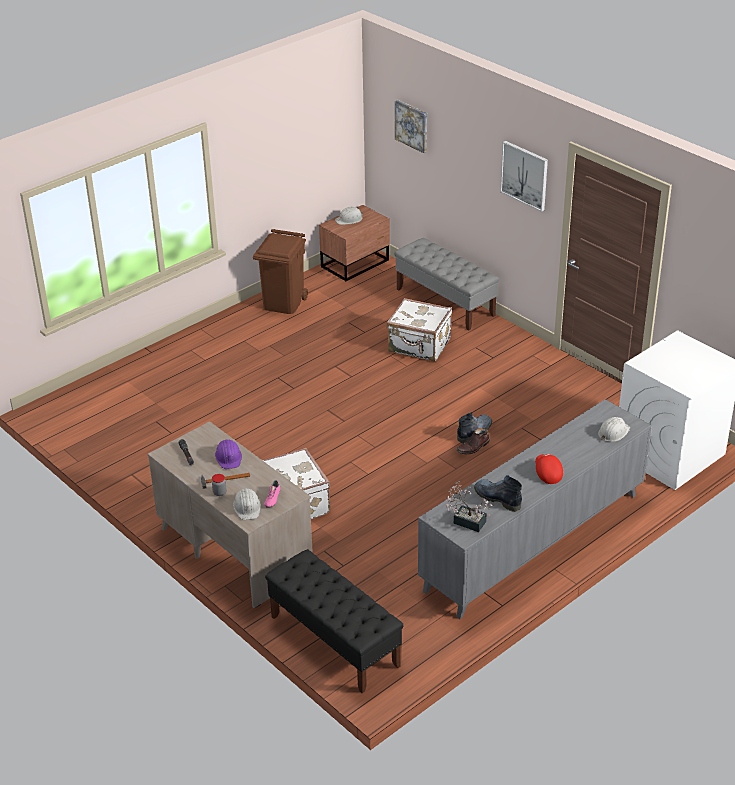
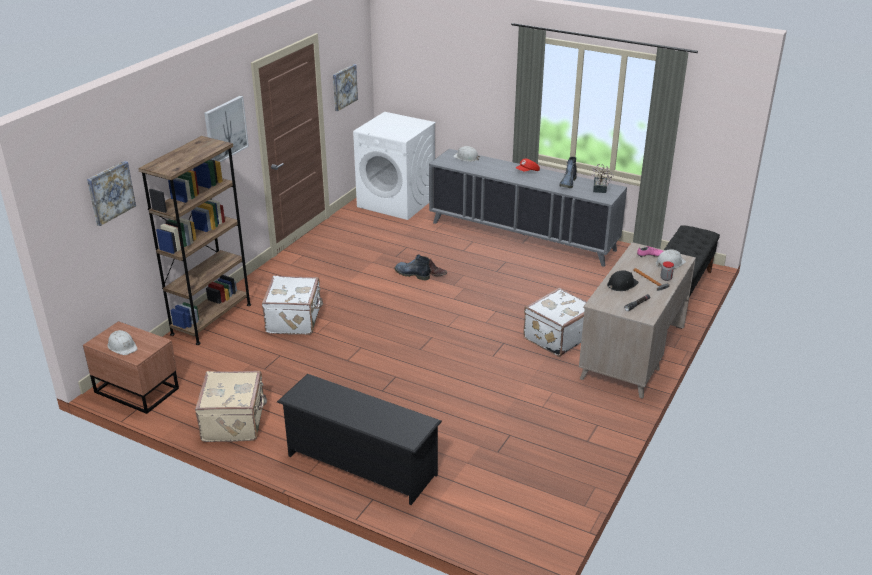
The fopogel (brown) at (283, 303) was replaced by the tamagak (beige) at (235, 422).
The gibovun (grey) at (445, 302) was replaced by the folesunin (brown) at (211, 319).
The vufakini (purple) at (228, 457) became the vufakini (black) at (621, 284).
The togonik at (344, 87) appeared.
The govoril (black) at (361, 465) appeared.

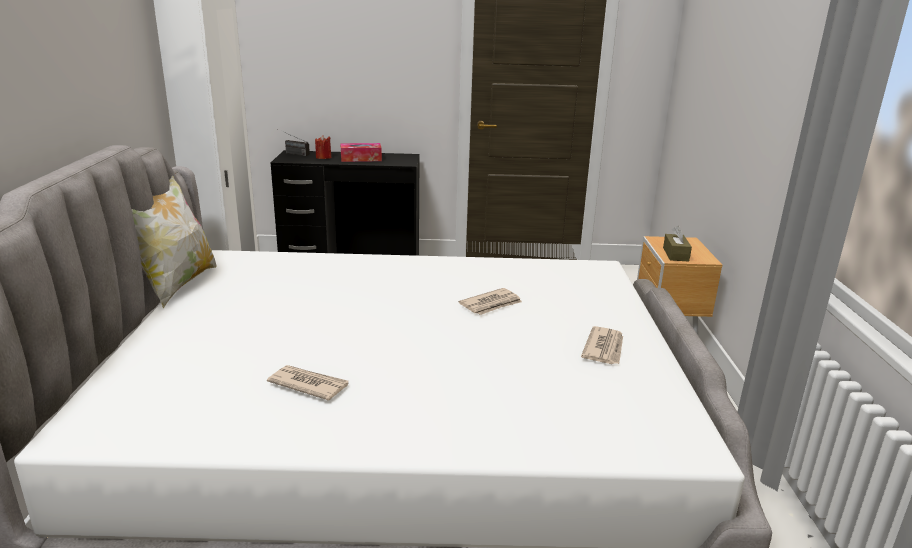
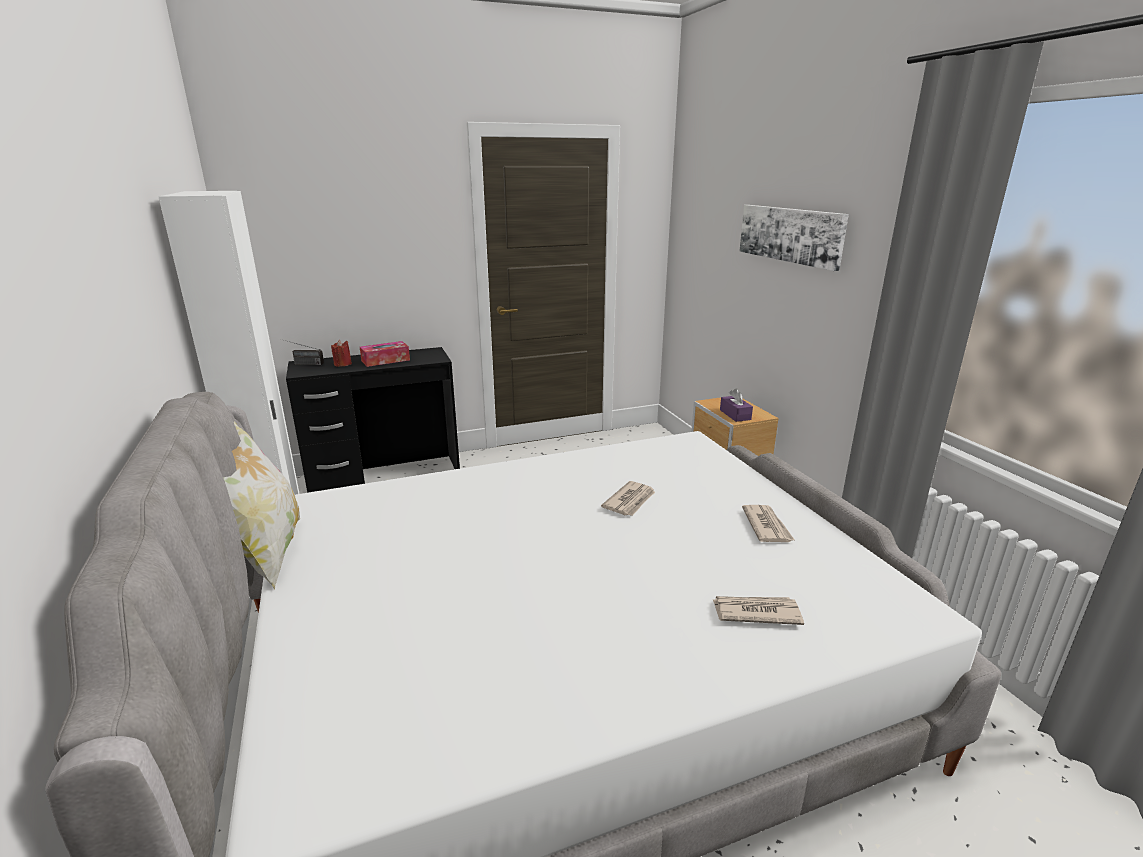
The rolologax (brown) at (675, 254) became the rolologax (purple) at (735, 415).
The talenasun moved from (308, 384) to (755, 612).
The togonik at (790, 234) appeared.

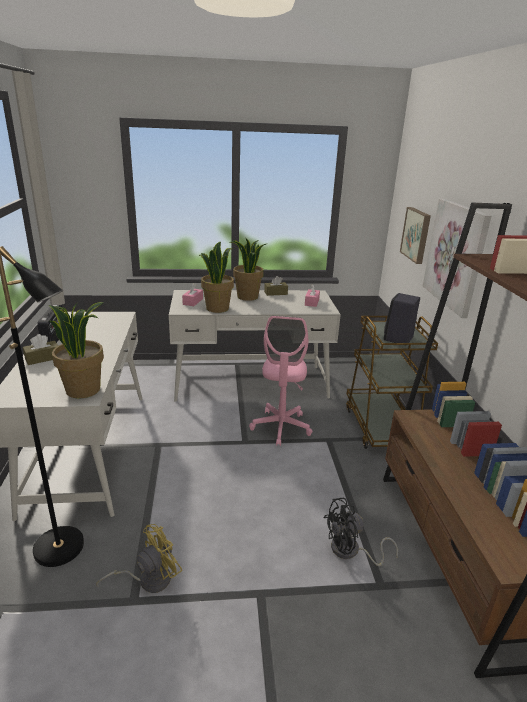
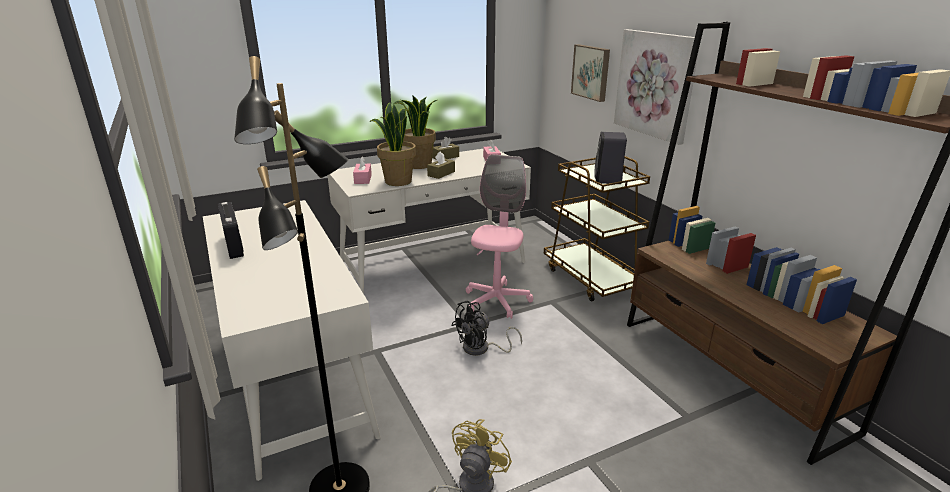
The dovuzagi at (84, 389) disappeared.
The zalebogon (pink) at (281, 427) turned 150 degrees counterclockwise.
The rolologax (brown) moved from (42, 358) to (441, 174).
The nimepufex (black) moved from (351, 551) to (481, 349).

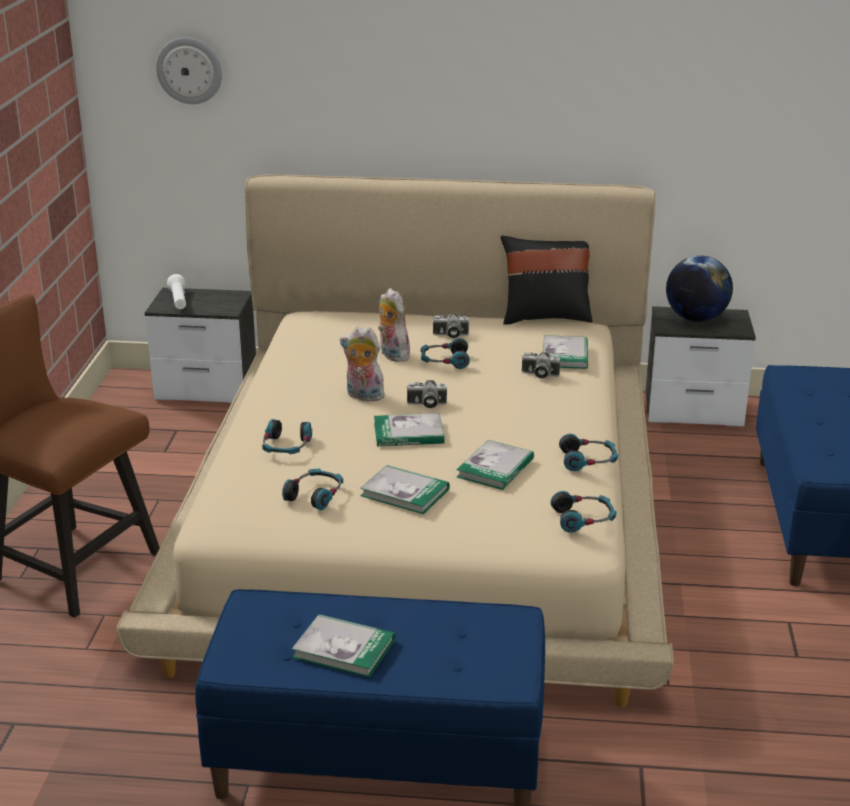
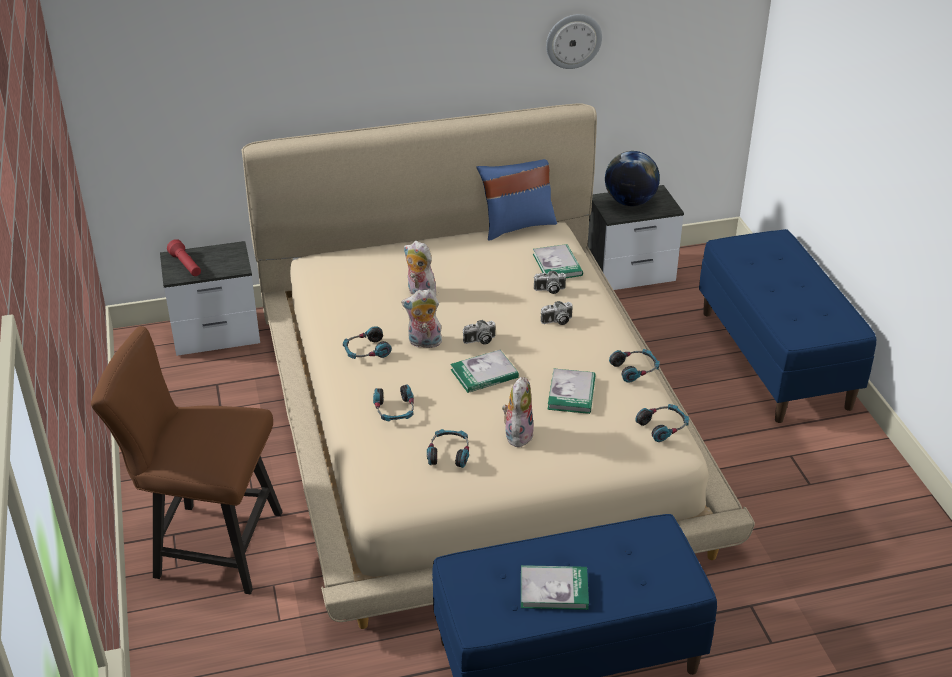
The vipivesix moved from (189, 70) to (573, 41).
The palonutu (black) at (545, 317) became the palonutu (blue) at (516, 225).
The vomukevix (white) at (178, 301) became the vomukevix (red) at (186, 266).
The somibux moved from (450, 335) to (557, 321).
The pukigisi moved from (444, 361) to (366, 351).
The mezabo at (405, 492) was replaced by the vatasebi at (517, 434).

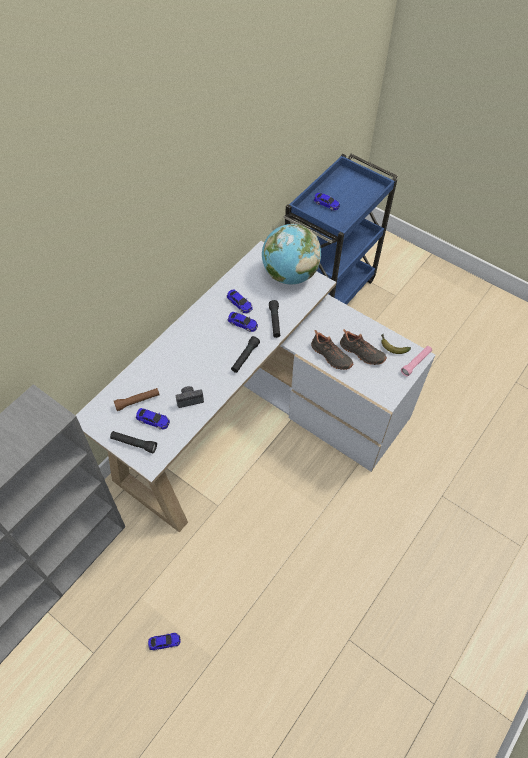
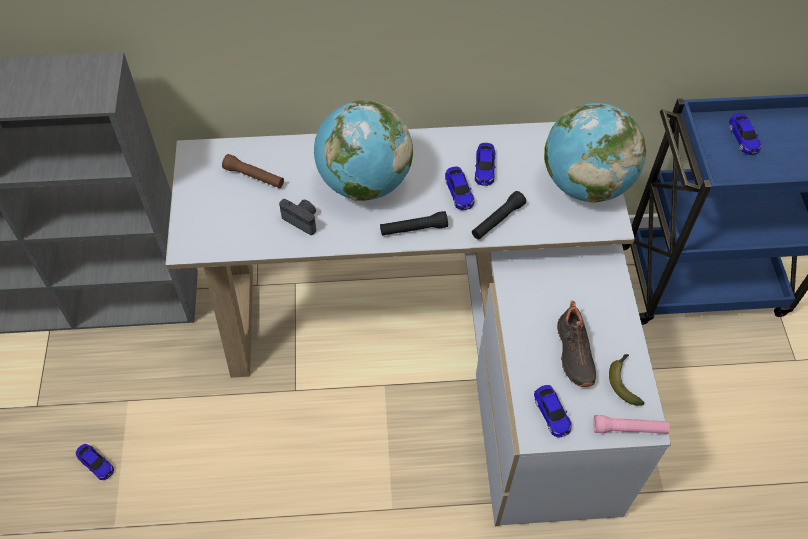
The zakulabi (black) at (330, 356) disappeared.
The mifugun moved from (153, 420) to (551, 413).
The vomukevix (black) at (134, 444) disappeared.
The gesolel at (364, 183) appeared.

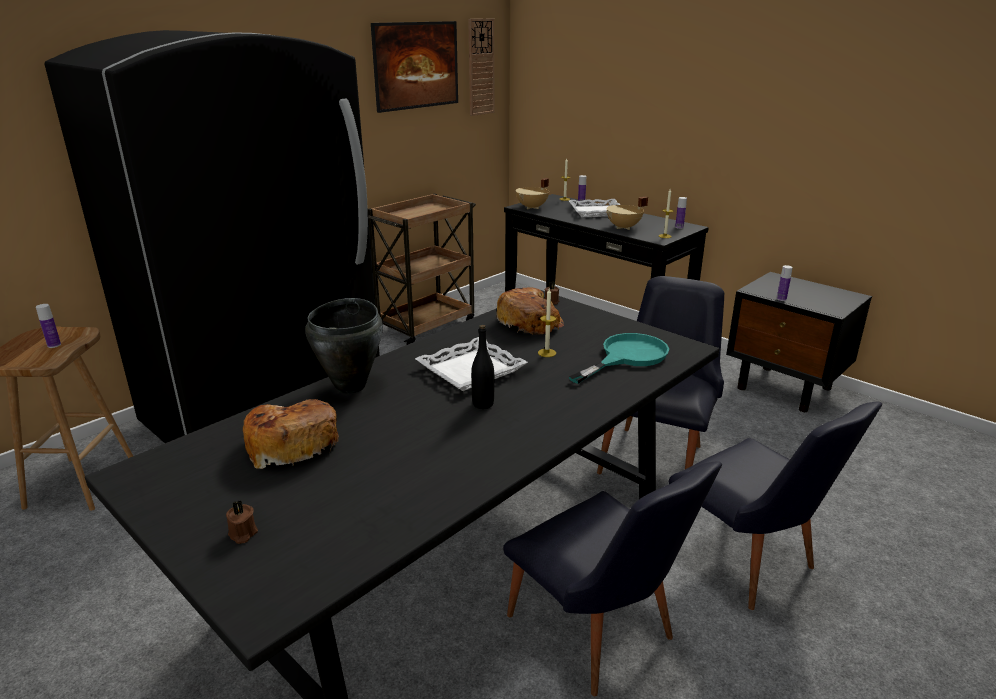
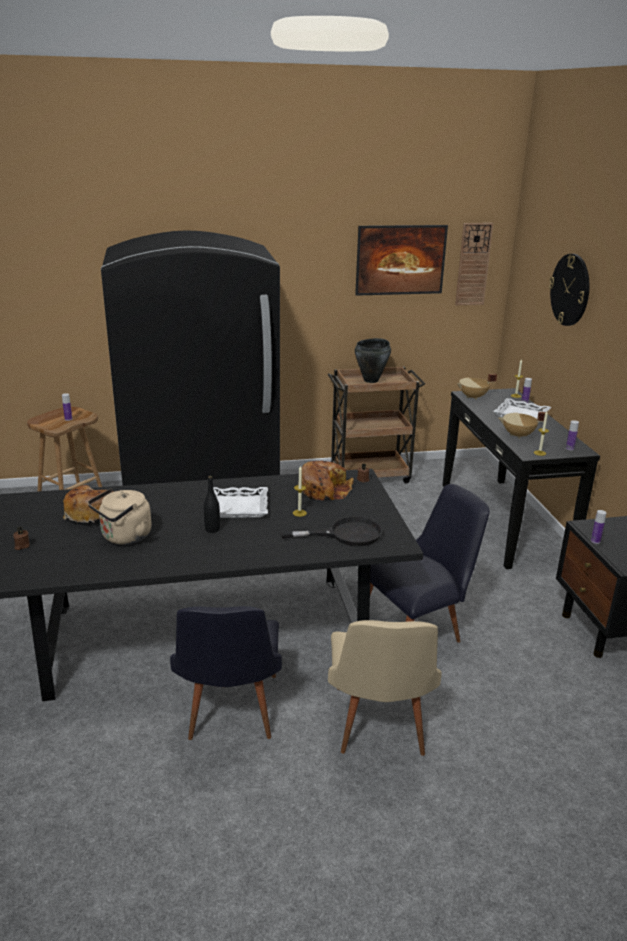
The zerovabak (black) moved from (351, 386) to (371, 380).
The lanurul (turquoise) at (626, 357) became the lanurul (black) at (345, 534).
The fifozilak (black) at (748, 564) became the fifozilak (beige) at (379, 729).
The vipivesix at (570, 290) appeared.
The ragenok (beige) at (124, 537) appeared.

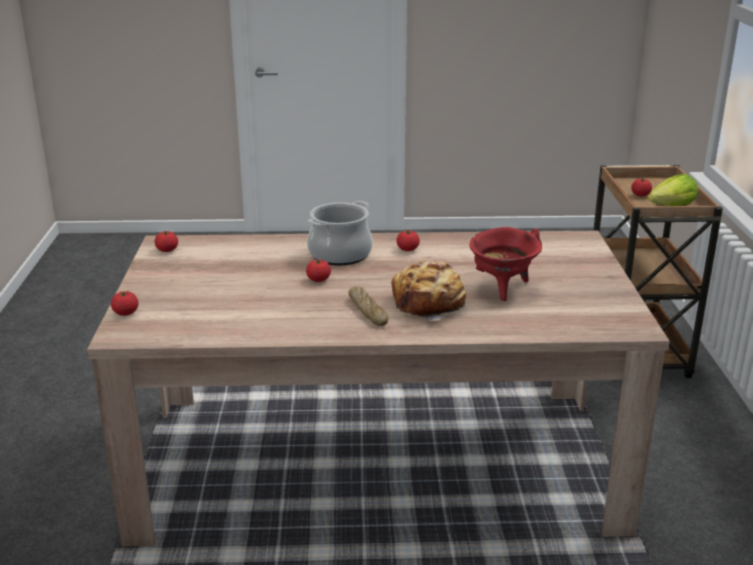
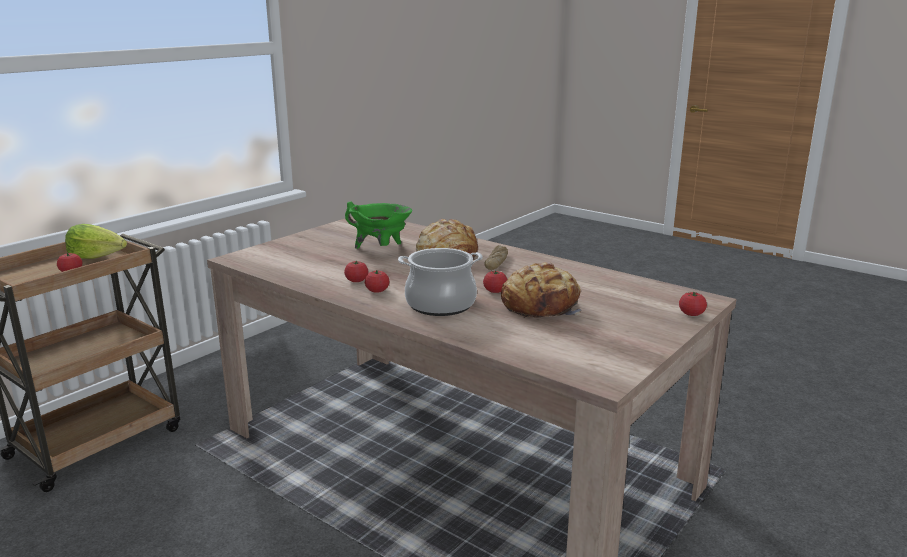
The zerovabak (red) at (502, 288) became the zerovabak (green) at (381, 249).
The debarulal moved from (167, 250) to (356, 281).
The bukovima at (541, 305) appeared.

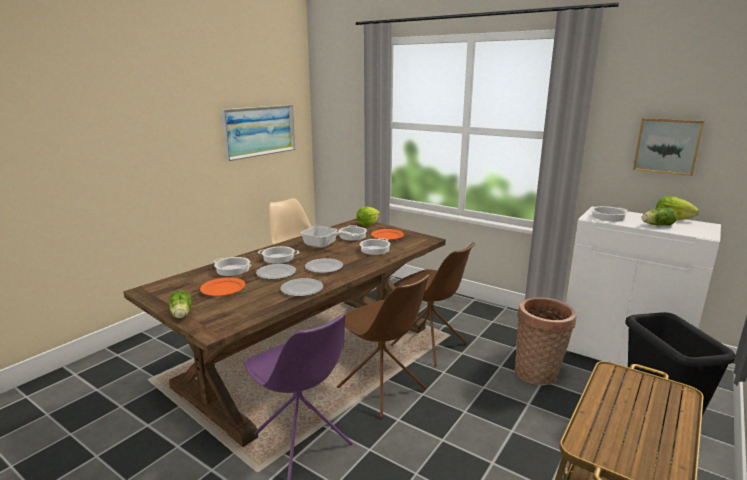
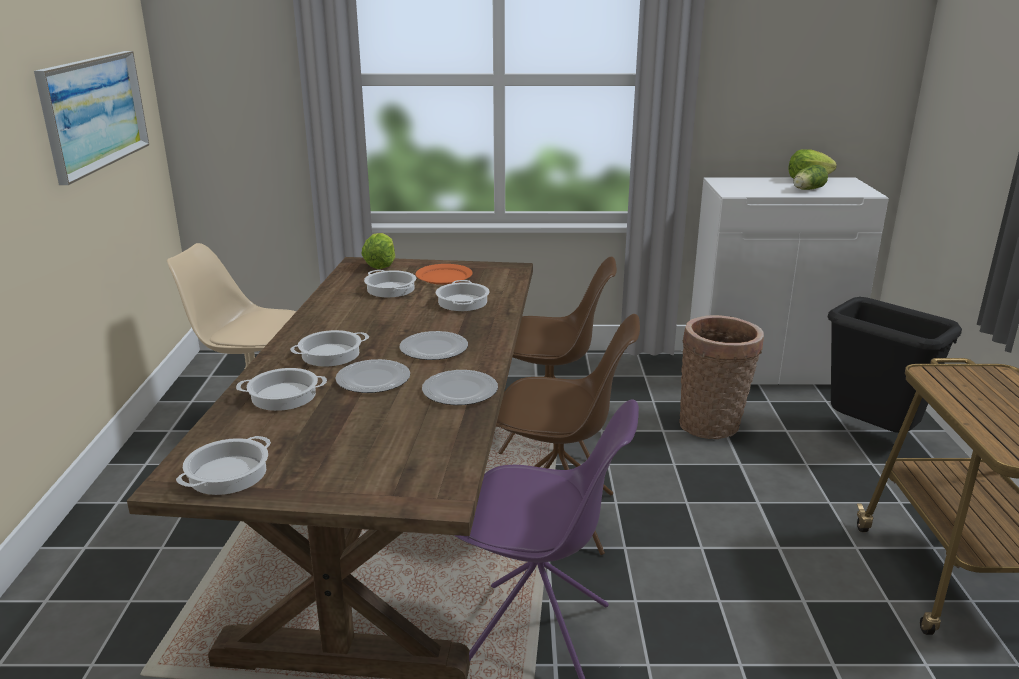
The togonik at (667, 146) disappeared.
The zerovabak moved from (608, 217) to (228, 473).
The lanurul at (323, 245) disappeared.
The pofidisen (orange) at (223, 289) disappeared.
The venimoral at (181, 315) disappeared.

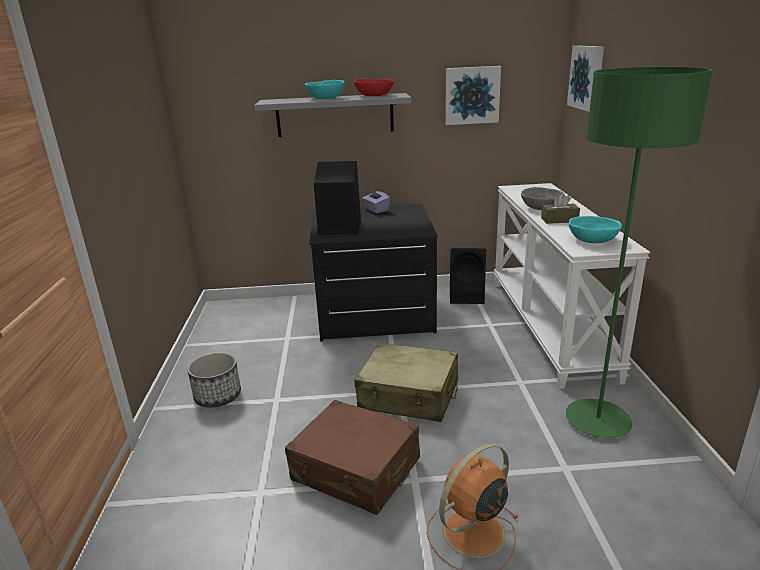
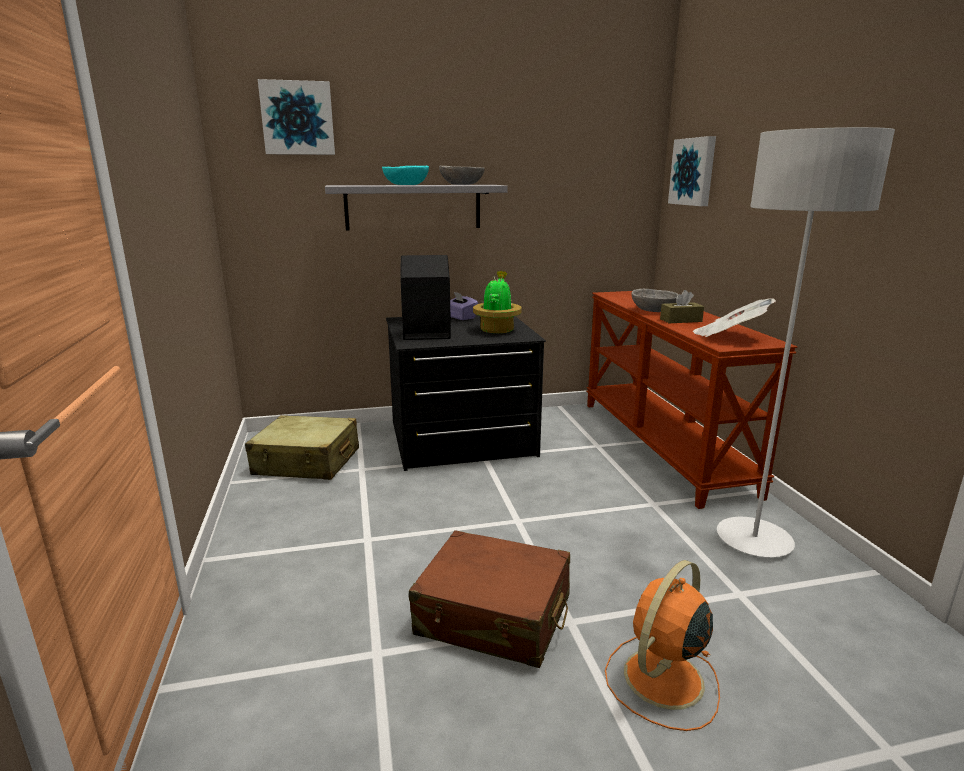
The togonik moved from (471, 95) to (297, 118).
The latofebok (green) at (597, 420) became the latofebok (grey) at (754, 540).
The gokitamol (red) at (374, 95) became the gokitamol (grey) at (461, 184).
The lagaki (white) at (550, 326) became the lagaki (brown) at (663, 445).
The gokitamol (turquoise) at (592, 240) was replaced by the talenasun at (729, 336).
The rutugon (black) at (467, 296) disappeared.
The tamagak (beige) moved from (409, 395) to (307, 462).
The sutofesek at (218, 396) disappeared.
The dovuzagi at (497, 329) appeared.

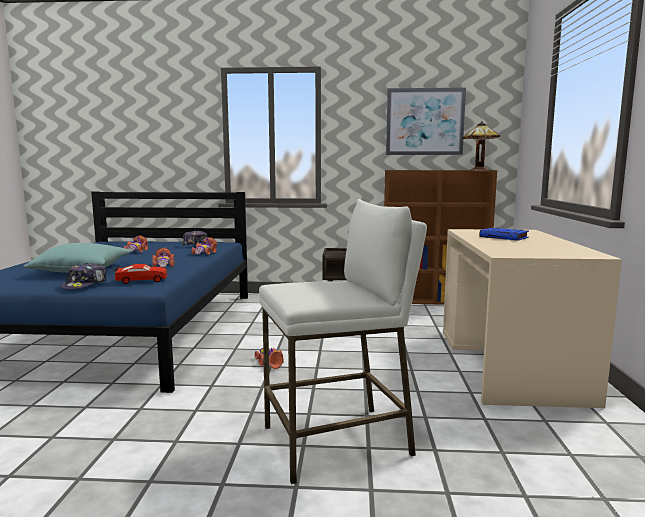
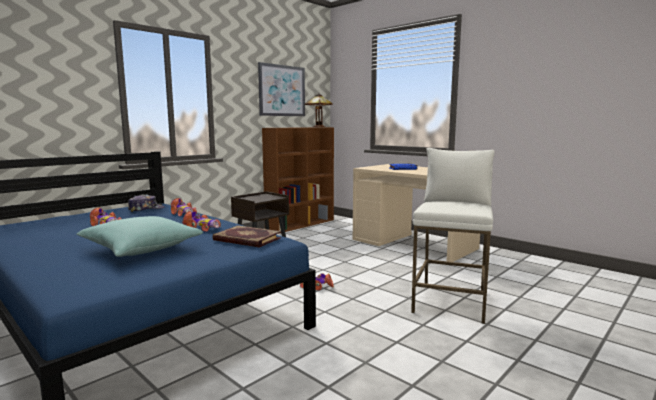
The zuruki at (85, 284) disappeared.
The mifugun (red) at (141, 280) was replaced by the mezabo at (246, 239).

